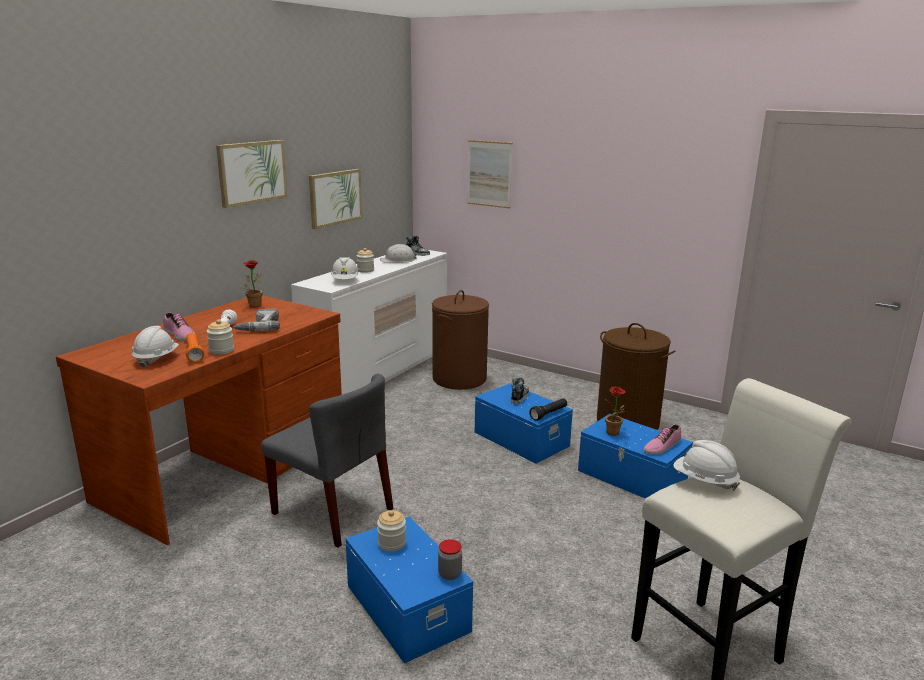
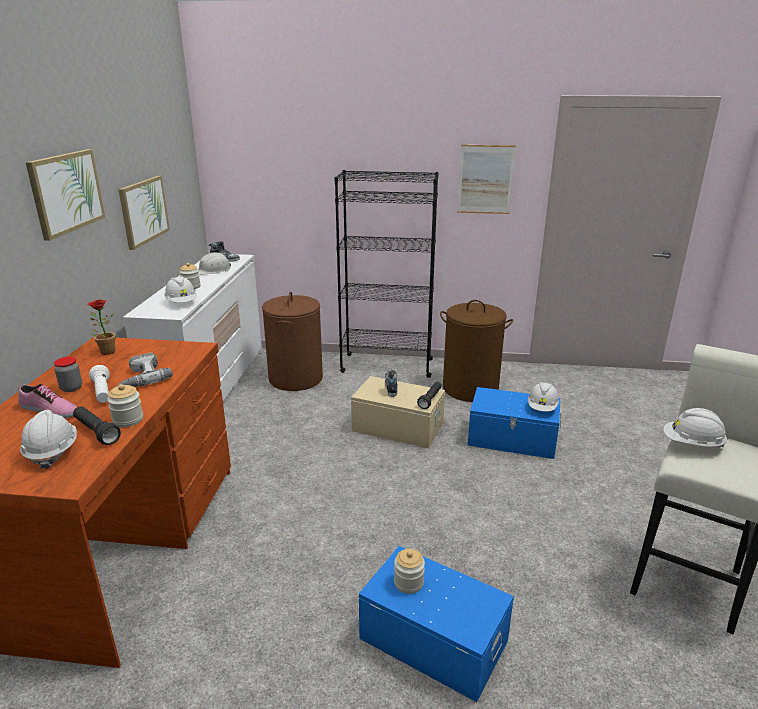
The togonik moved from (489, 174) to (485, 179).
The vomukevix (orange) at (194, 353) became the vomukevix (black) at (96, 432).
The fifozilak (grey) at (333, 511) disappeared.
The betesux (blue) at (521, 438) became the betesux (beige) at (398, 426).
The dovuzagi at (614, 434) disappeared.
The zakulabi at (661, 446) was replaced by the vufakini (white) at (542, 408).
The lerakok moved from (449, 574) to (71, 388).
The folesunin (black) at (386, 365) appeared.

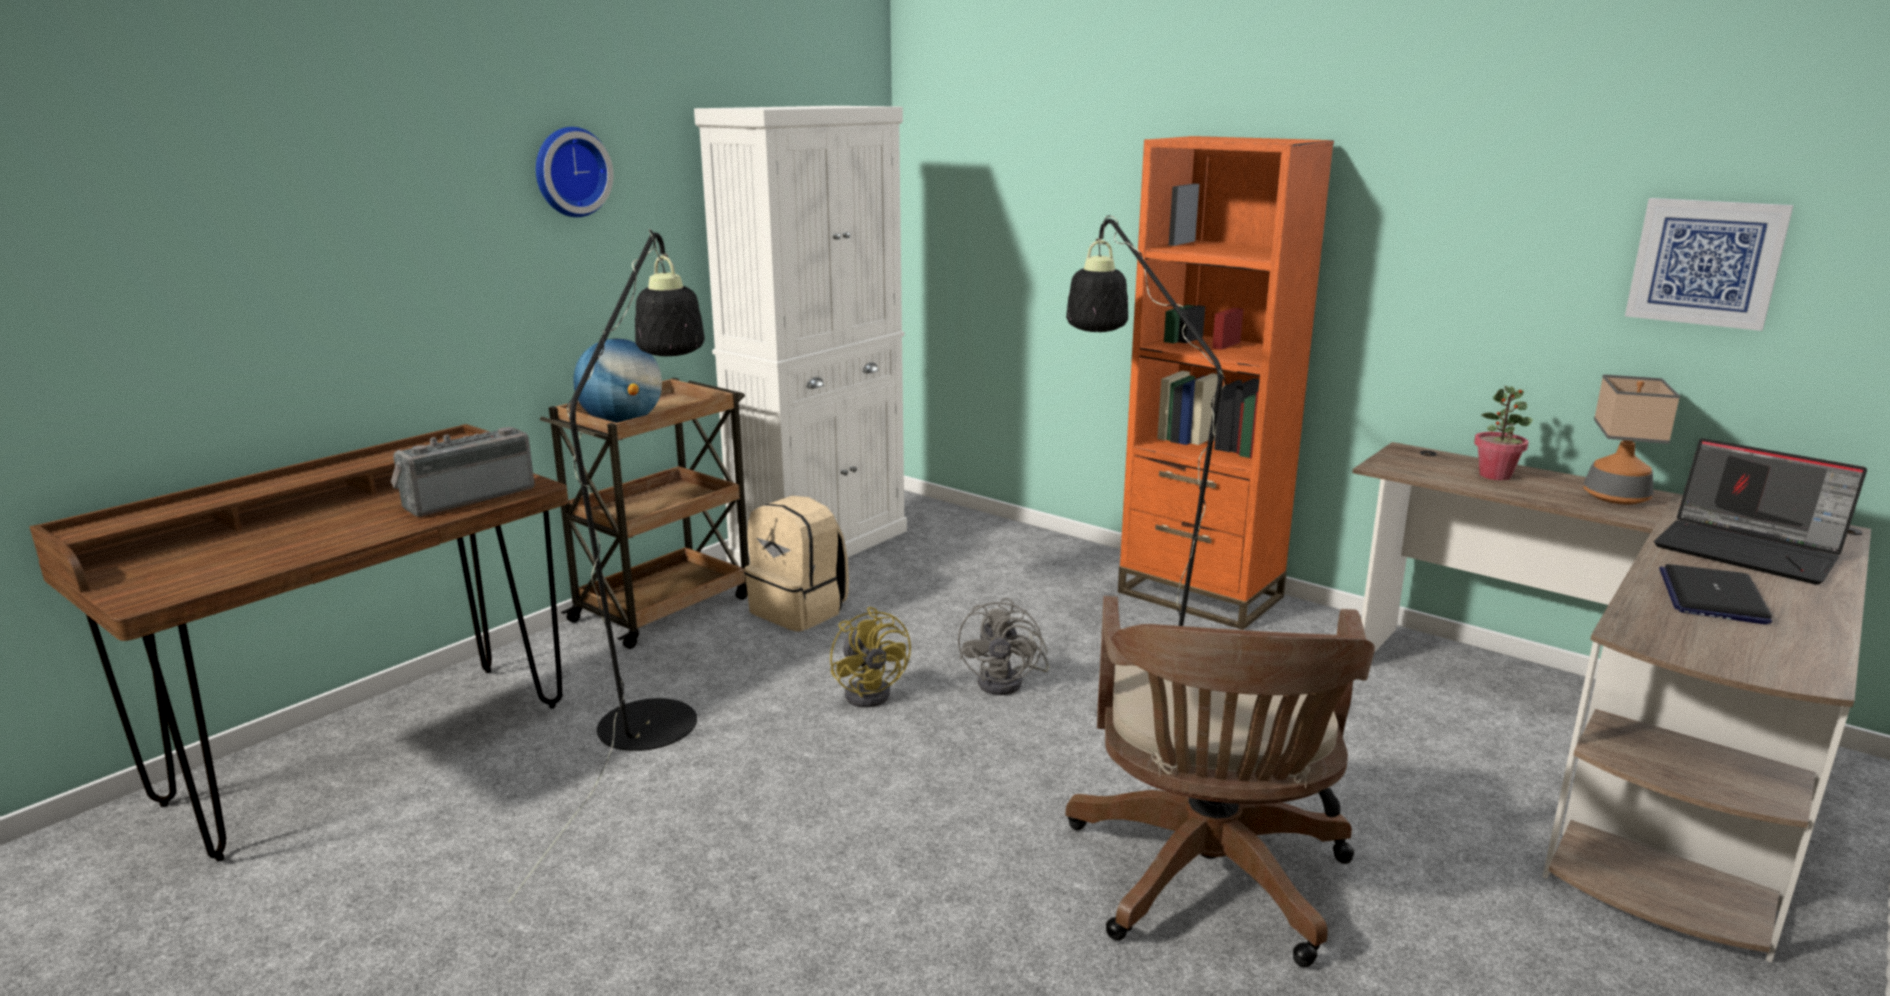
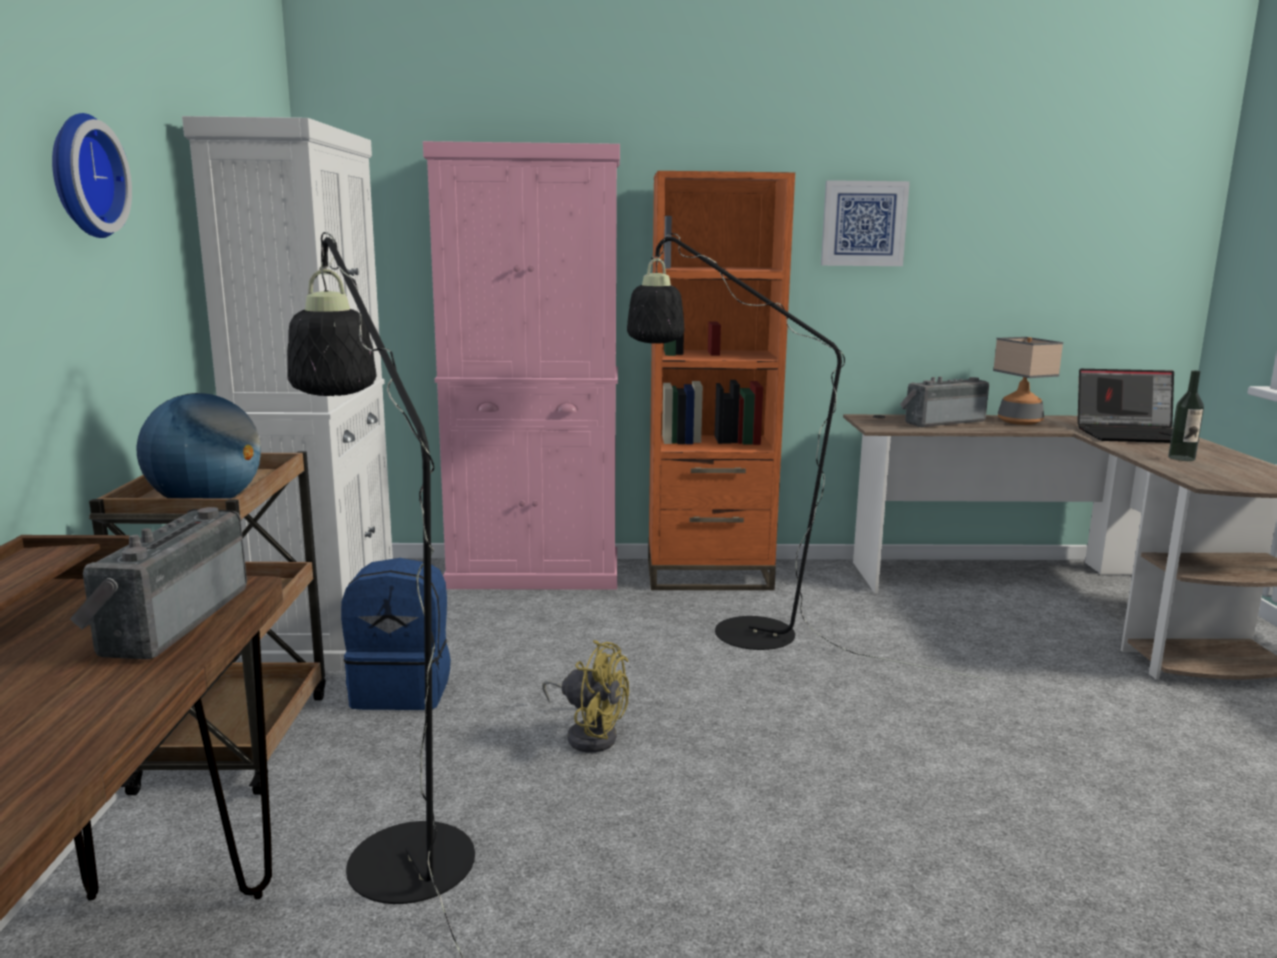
The togonik moved from (1705, 262) to (863, 223).
The dovuzagi at (1495, 475) was replaced by the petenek at (942, 422).
The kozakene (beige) at (800, 611) became the kozakene (blue) at (403, 690).
The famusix at (1712, 596) was replaced by the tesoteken at (1181, 458).
The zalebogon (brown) at (1208, 882) disappeared.
The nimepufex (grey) at (1008, 682) disappeared.
The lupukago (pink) at (535, 574) appeared.

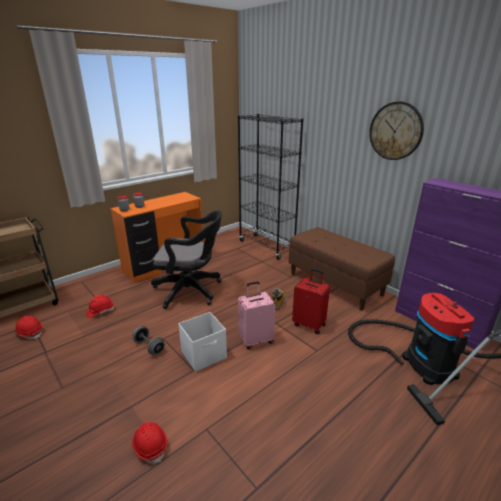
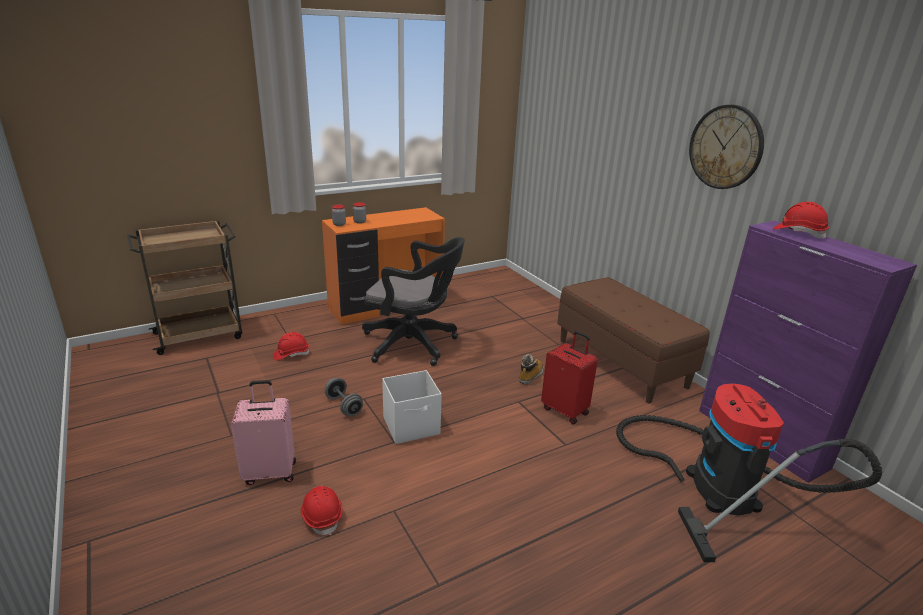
The folesunin (black) at (266, 246) disappeared.
The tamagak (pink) moved from (256, 340) to (270, 472).
The vufakini (red) moved from (29, 333) to (798, 233).

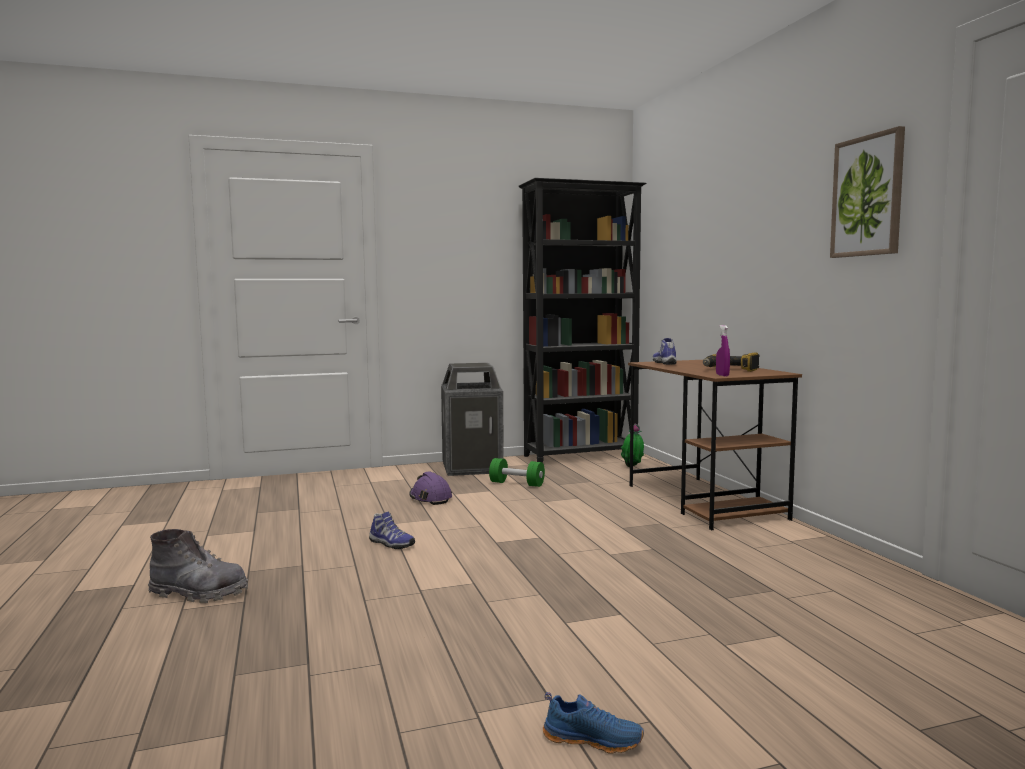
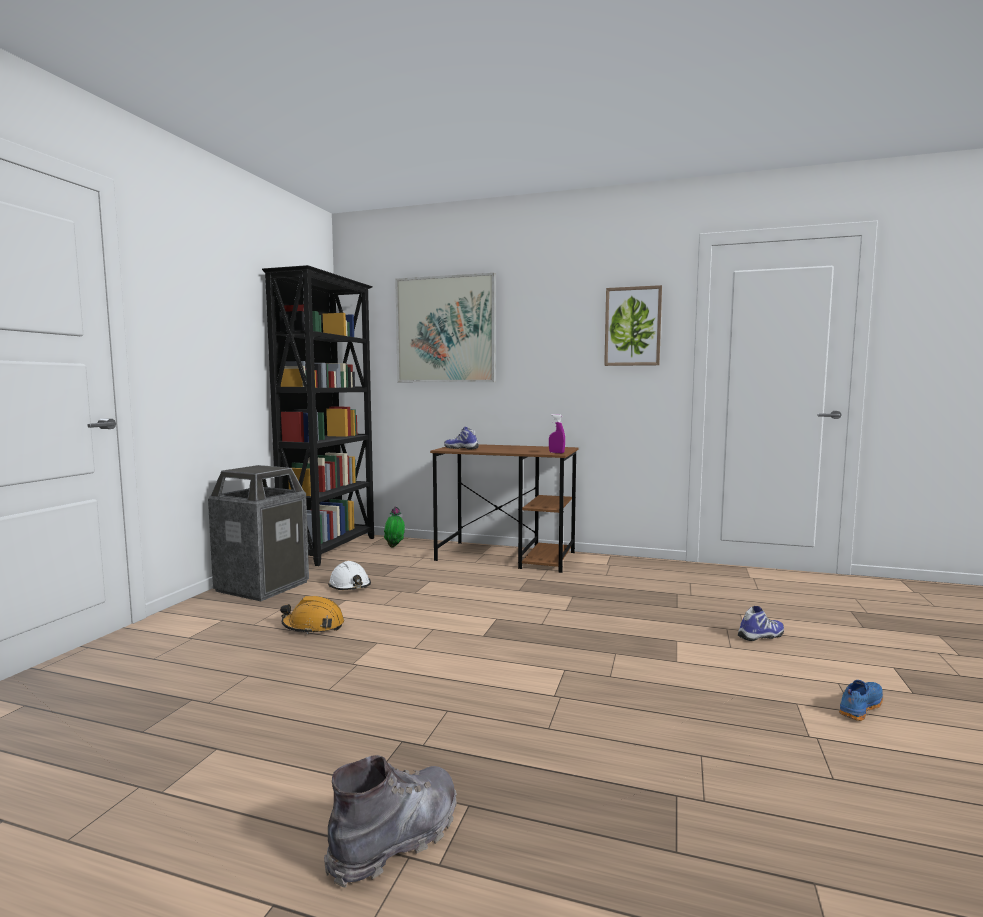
The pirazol at (730, 369) disappeared.
The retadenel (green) at (517, 484) was replaced by the vufakini (white) at (350, 586).
The vufakini (purple) at (430, 498) became the vufakini (orange) at (313, 626).
The zakulabi moved from (390, 544) to (762, 636).
The togonik at (445, 330) appeared.

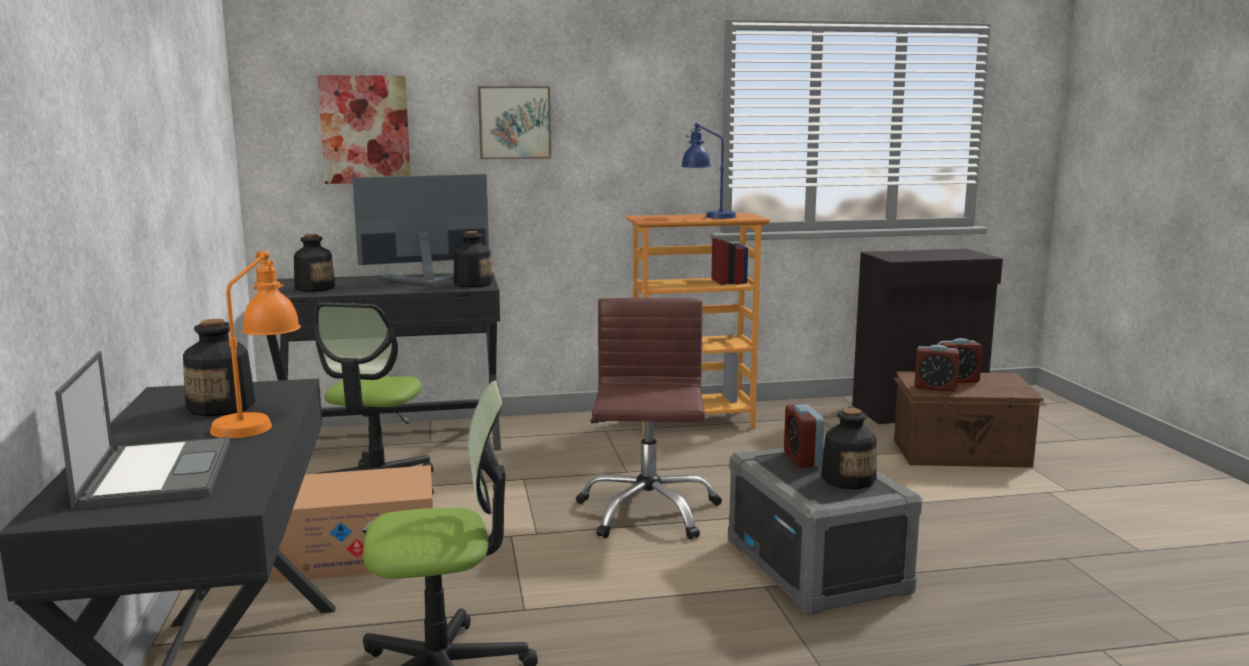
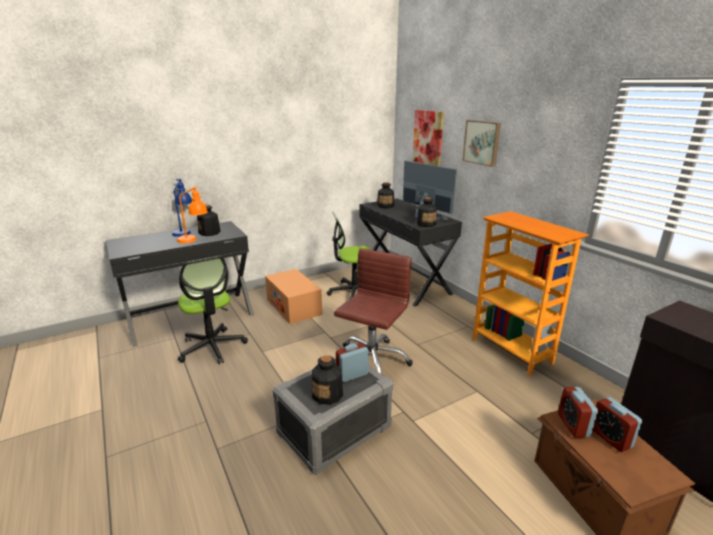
The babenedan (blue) moved from (707, 216) to (184, 231).
The zalebogon (brown) at (647, 511) turned 45 degrees counterclockwise.
The famusix at (156, 473) disappeared.

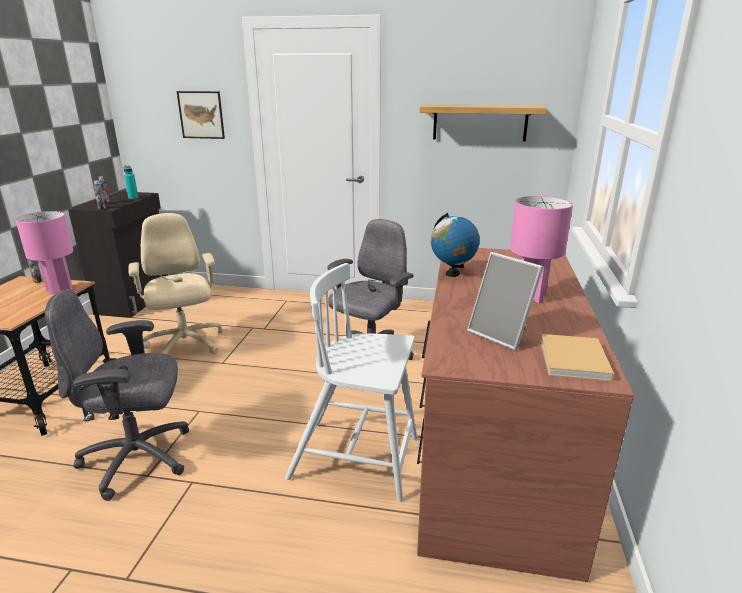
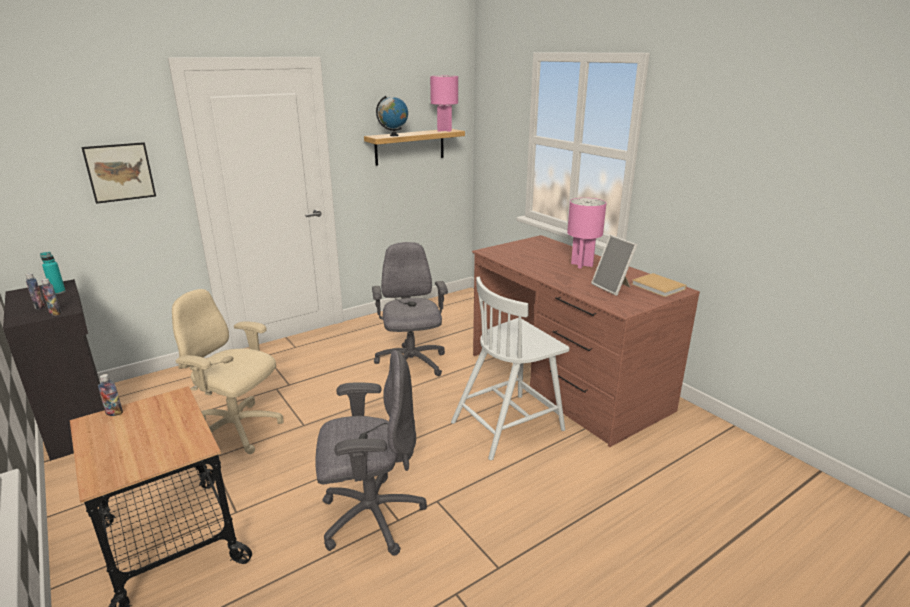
The babenedan (pink) moved from (59, 290) to (444, 130).
The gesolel moved from (452, 274) to (394, 135).
The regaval at (502, 334) turned 60 degrees clockwise.
The zalebogon (grey) at (139, 459) turned 135 degrees counterclockwise.

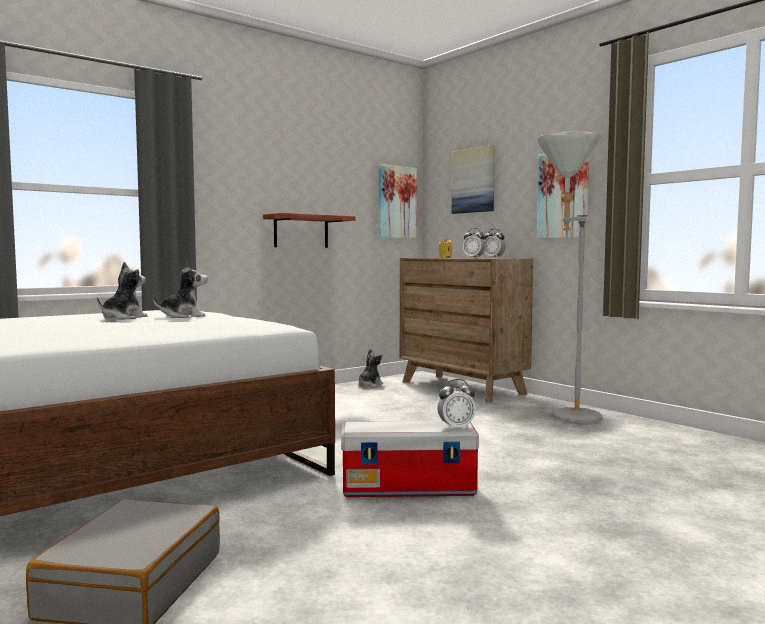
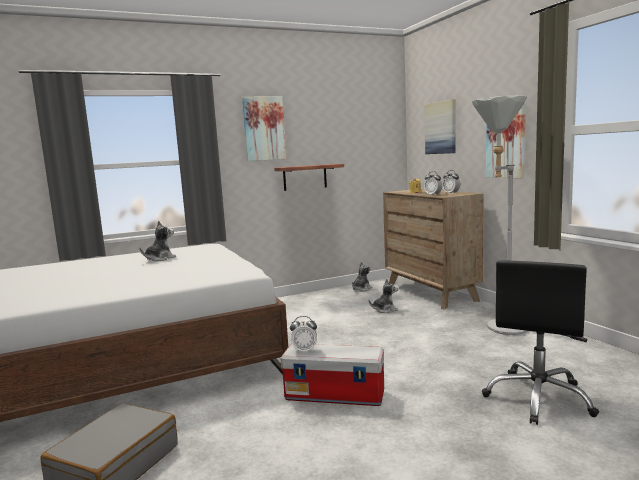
The togonik moved from (396, 202) to (264, 128).
The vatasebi moved from (183, 316) to (384, 310).
The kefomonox moved from (456, 427) to (304, 350).
The zalebogon (black) at (538, 398) appeared.

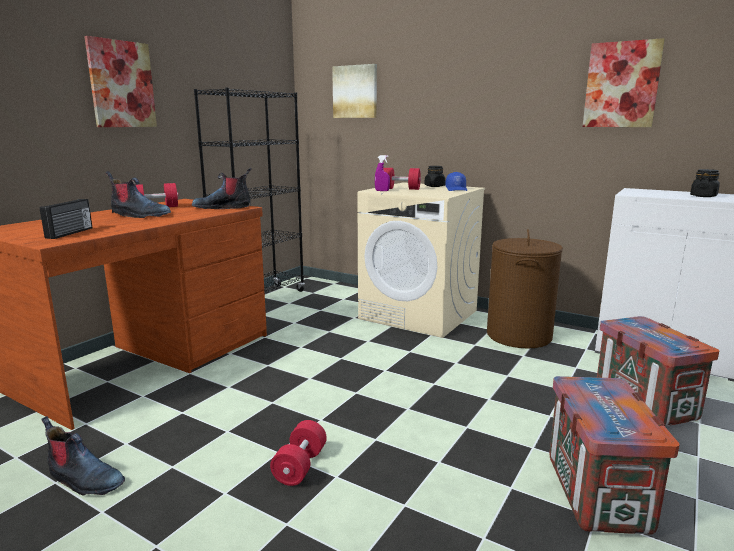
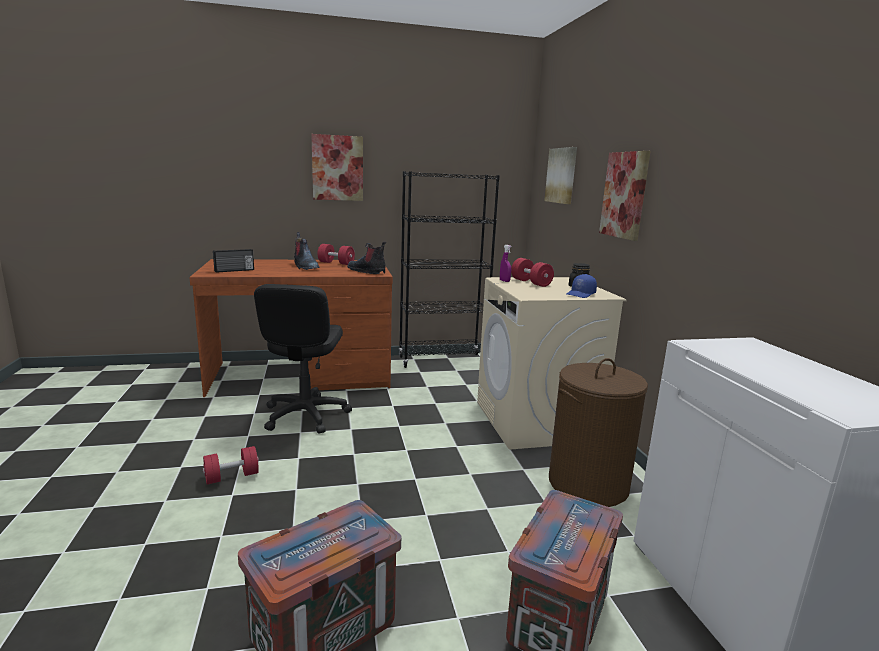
The togonik moved from (622, 85) to (624, 195).
The lerakok (black) at (703, 196) disappeared.
The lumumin at (84, 480) disappeared.
The zalebogon (black) at (305, 415) appeared.

